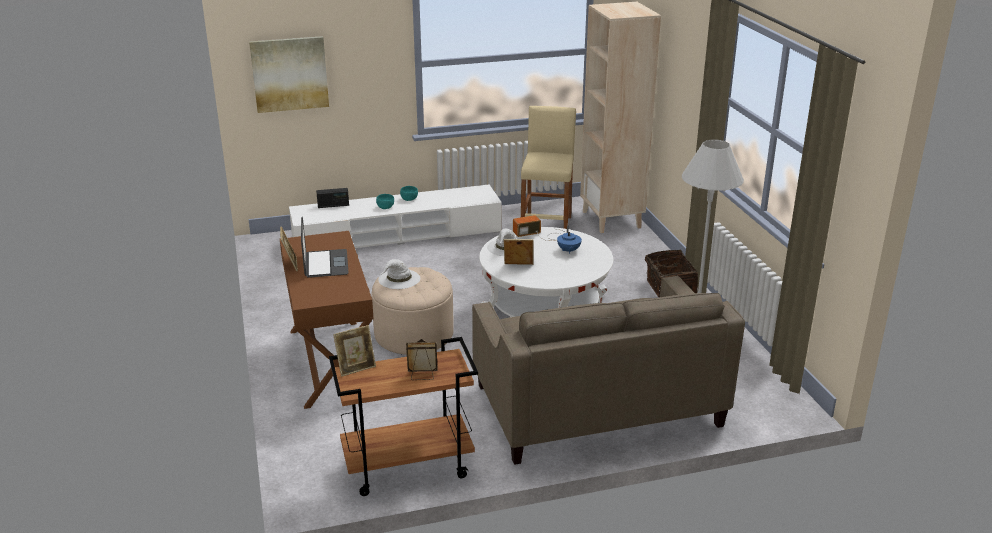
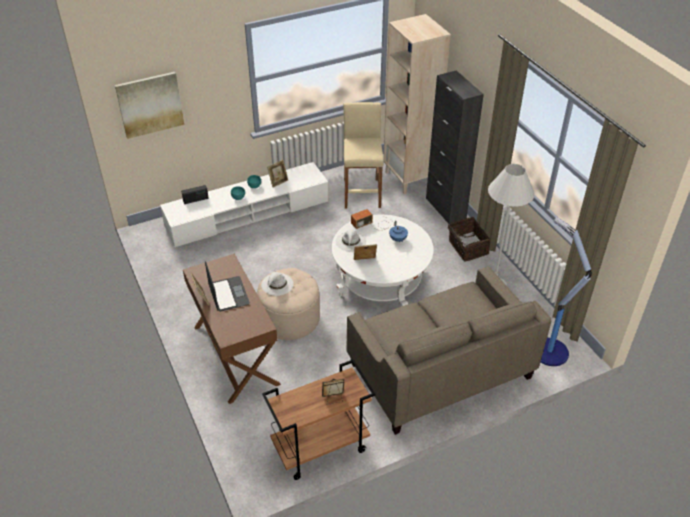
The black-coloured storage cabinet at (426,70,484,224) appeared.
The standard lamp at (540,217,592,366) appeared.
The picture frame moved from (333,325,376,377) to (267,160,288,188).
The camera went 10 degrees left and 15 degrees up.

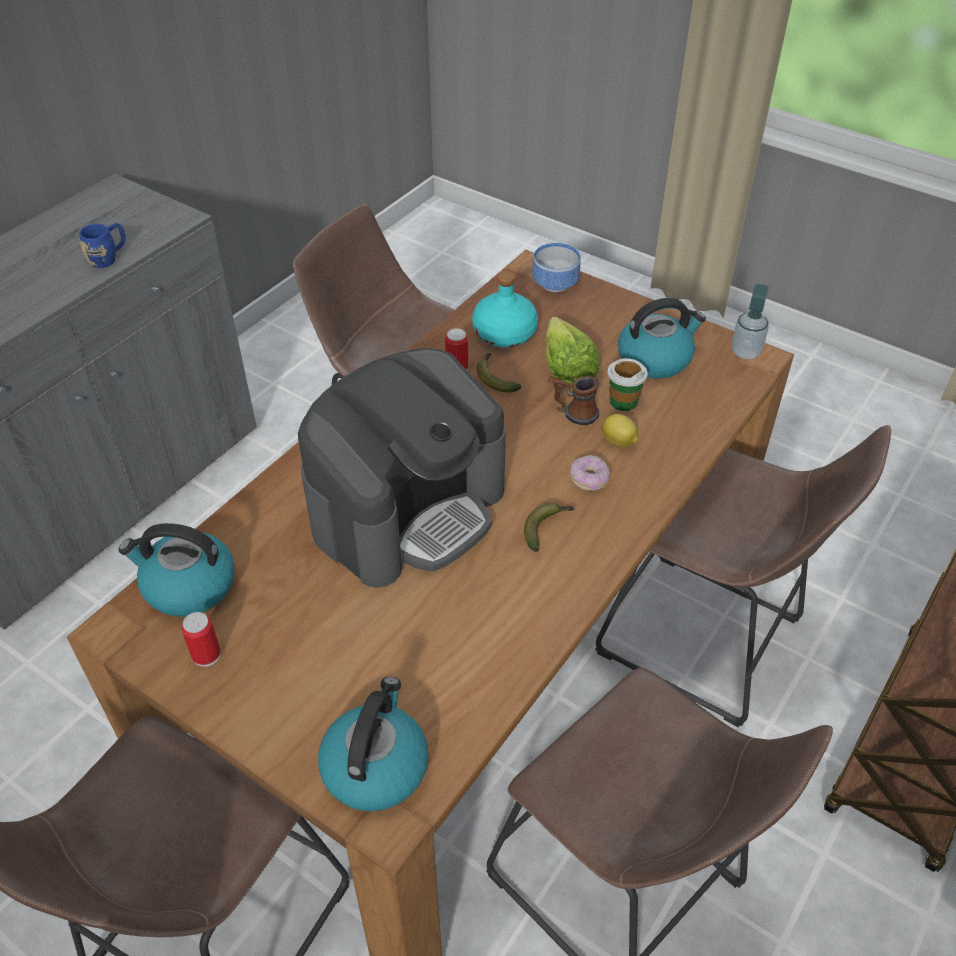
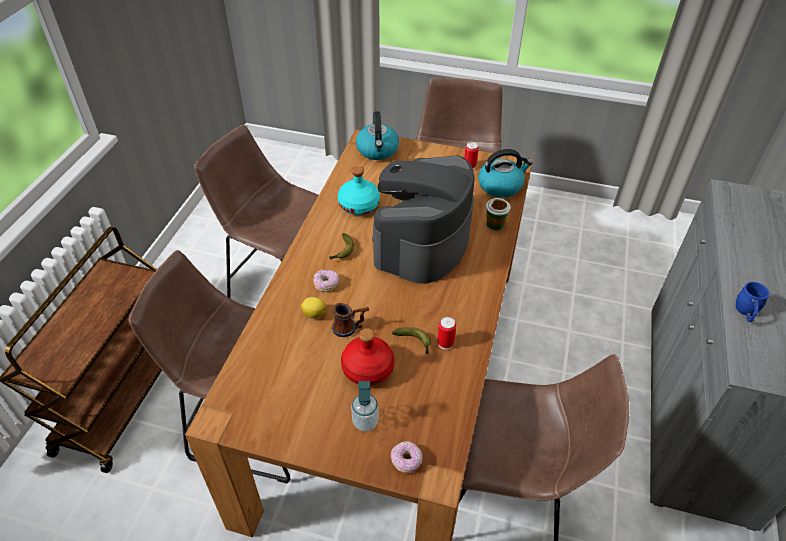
The water kettle at (618,298,706,378) disappeared.
The turquoise beverage bottle moved from (472,270,538,347) to (338,166,380,215).
The small cup moved from (607,358,648,411) to (486,198,511,230).
The liquid soap bottle moved from (732,284,769,359) to (351,381,379,432).
The bowl at (532,243,581,292) was replaced by the doughnut at (391,441,423,473).
The lettuce at (546,317,599,385) was replaced by the red beverage bottle at (341,328,395,386).
The camera went 160 degrees right and 0 degrees up.

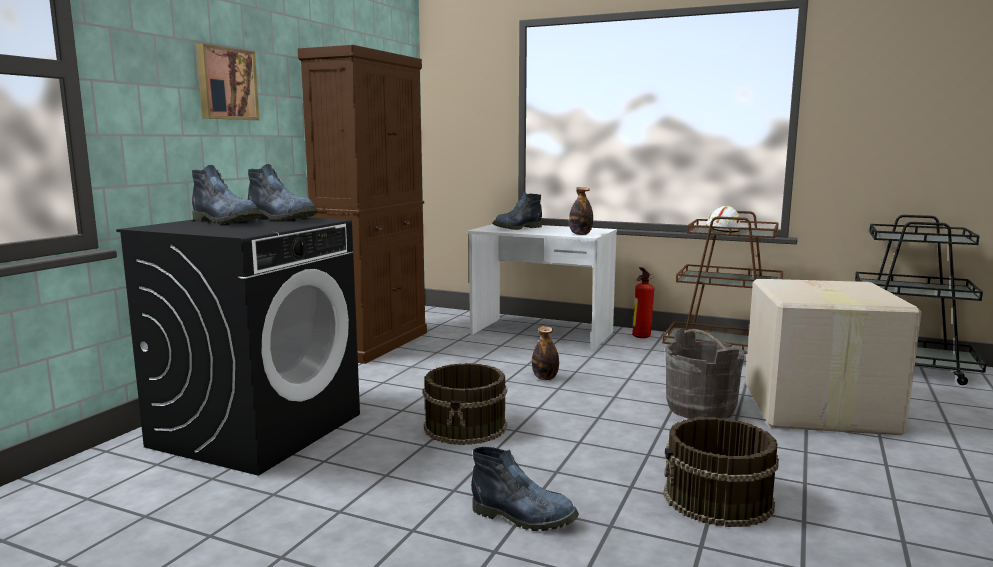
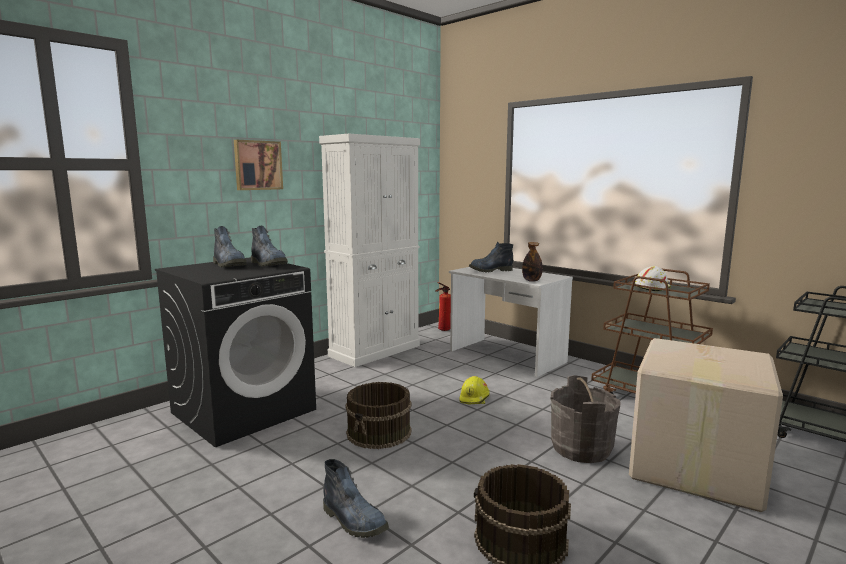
The fire-fighting cylinder moved from (632,267,654,338) to (436,282,451,331).
The beverage bottle at (532,326,559,380) was replaced by the yellow safety helmet at (459,376,490,405).
The brownish storage cabinet at (298,45,427,364) became the white-coloured storage cabinet at (319,134,420,367).
The camera went 20 degrees right and 0 degrees up.

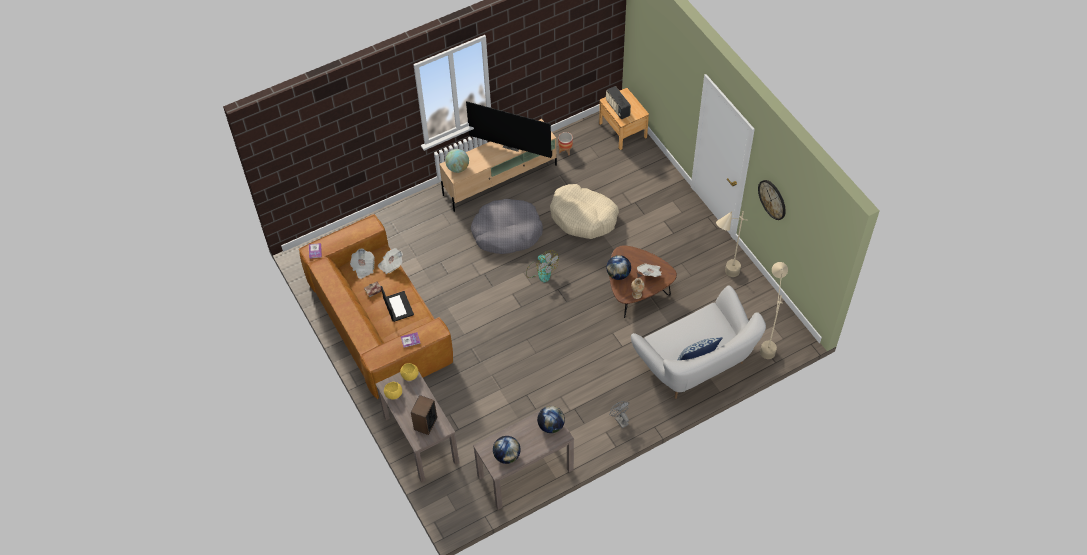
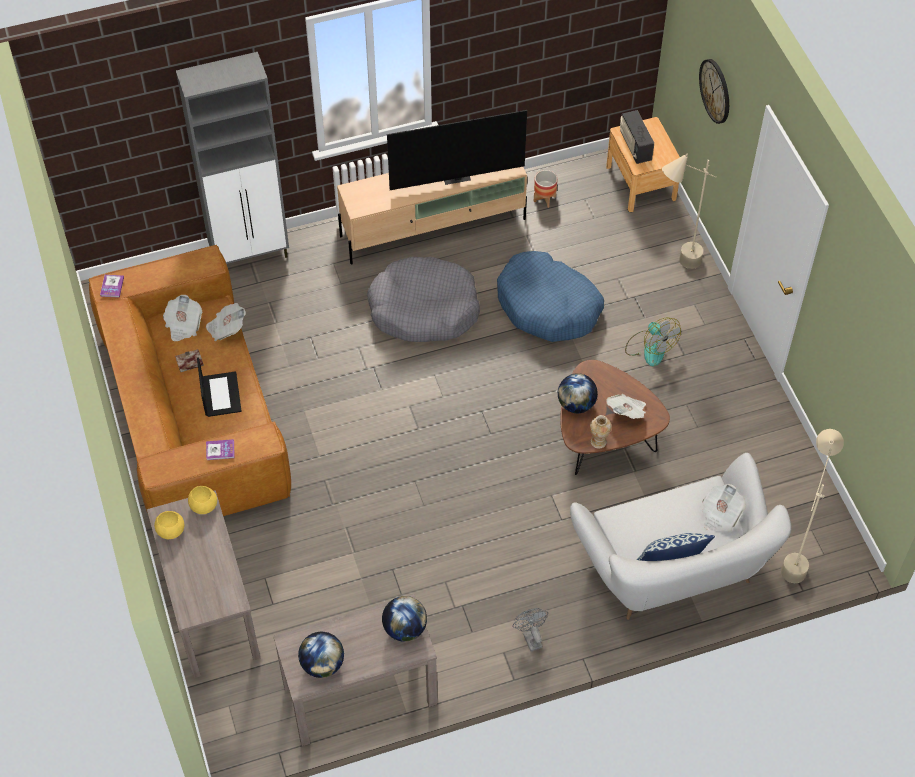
The speaker at (411,395,437,435) disappeared.
The world globe at (445,149,469,173) disappeared.
The greyish storage cabinet at (176,52,289,264) appeared.
The newspaper at (702,484,746,532) appeared.
The electric fan moved from (526,251,559,283) to (625,318,681,366).
The beige standard lamp moved from (716,211,748,277) to (662,153,716,269).
The hanging clock moved from (758,180,786,220) to (699,59,729,124).
The beige dog bed at (550,184,619,239) became the blue dog bed at (497,251,604,342).
The TV at (466,101,552,158) turned 45 degrees counterclockwise.
The camera went 10 degrees right and 0 degrees up.

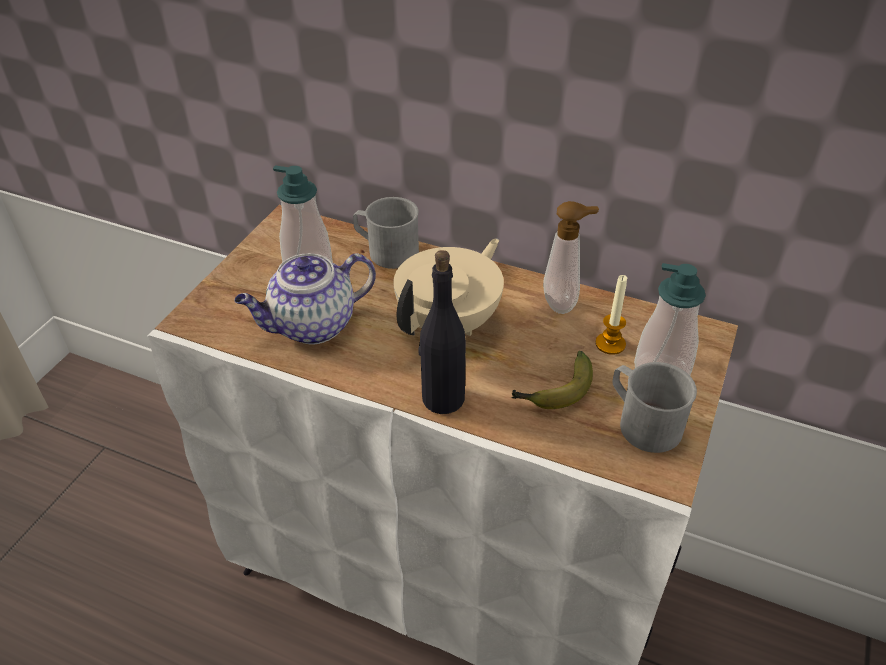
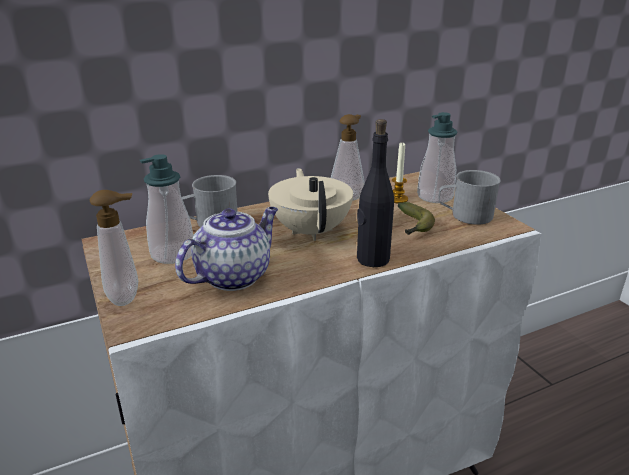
The liquid soap bottle at (90,190,138,306) appeared.
The teapot at (235,253,376,345) turned 150 degrees counterclockwise.
The camera went 50 degrees left and 15 degrees down.

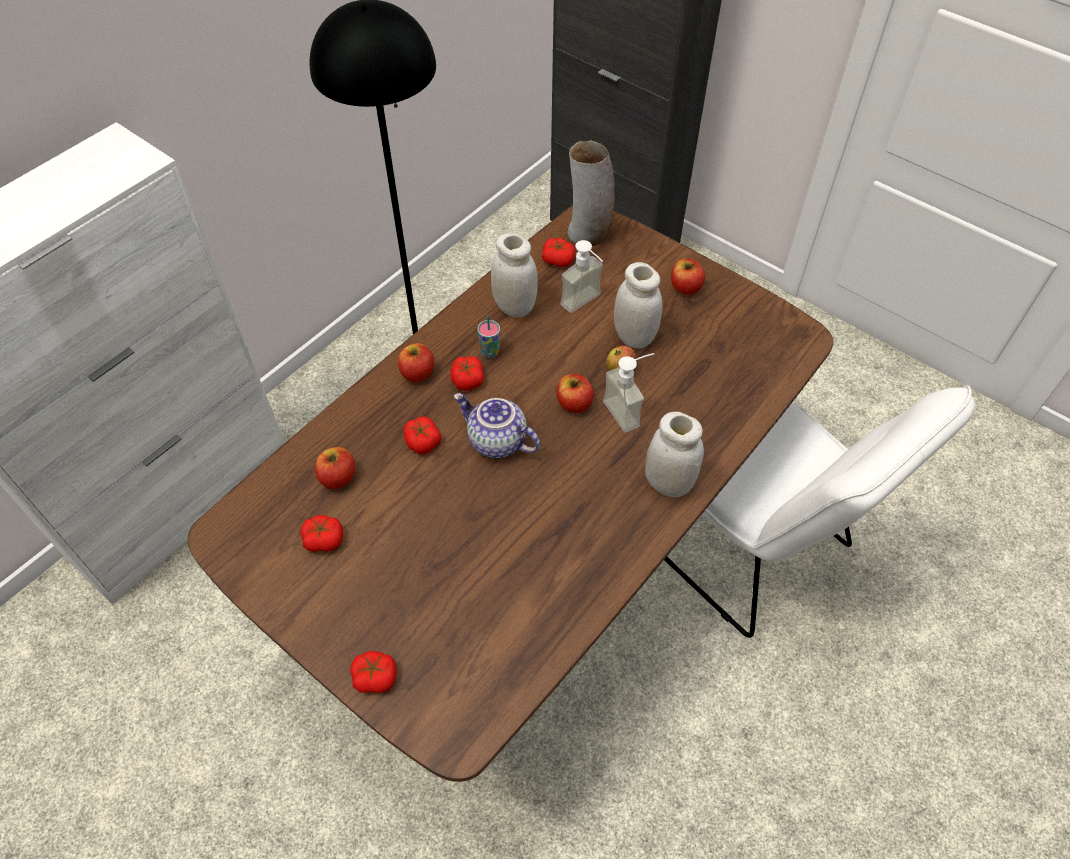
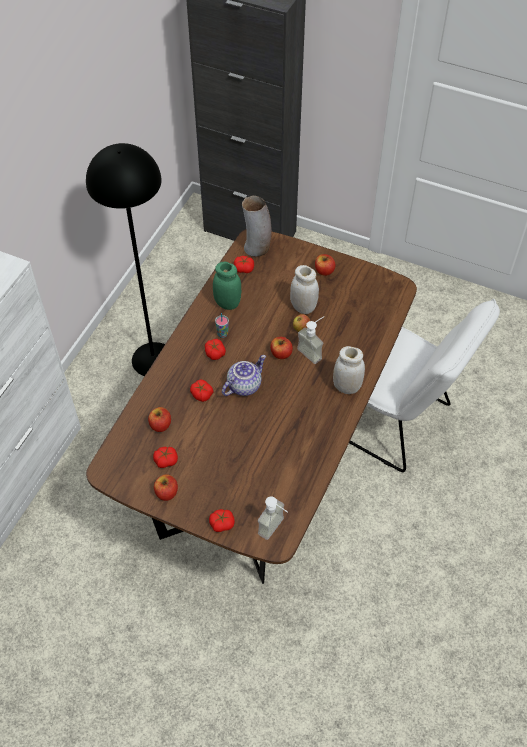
The whole apple moved from (398,343,434,382) to (154,474,178,501).
The liquid soap bottle moved from (560,240,603,313) to (258,496,288,540).
The white-coloured preserve jar at (491,233,538,317) became the green preserve jar at (213,262,241,310).
The teapot at (454,393,540,458) turned 120 degrees clockwise.
The camera went 15 degrees left and 0 degrees up.

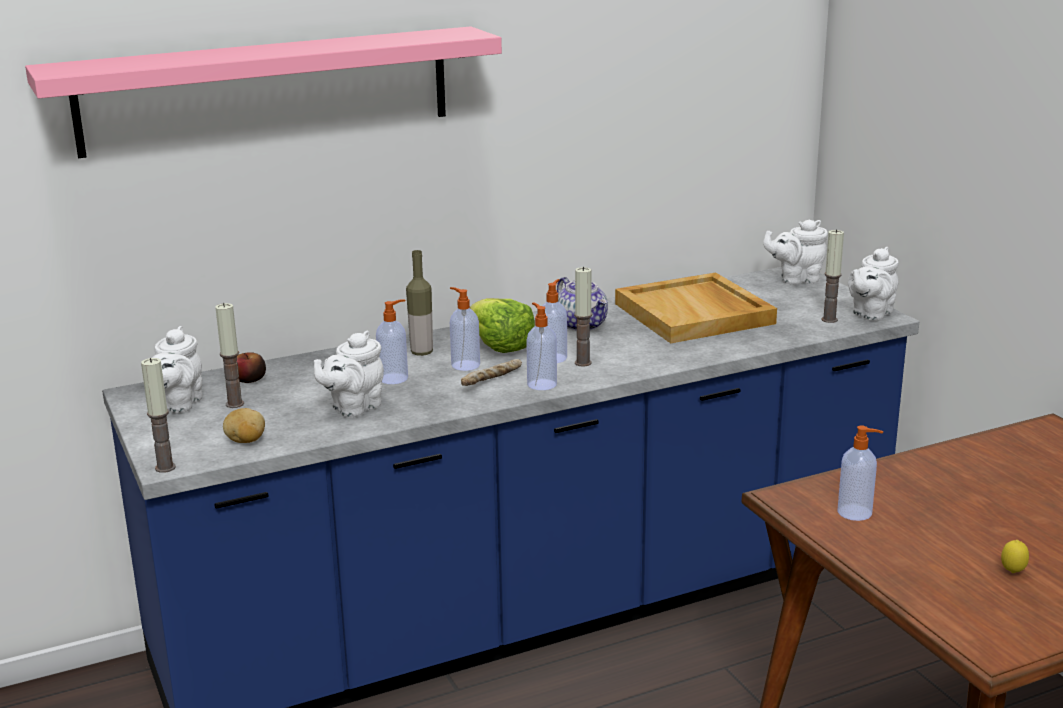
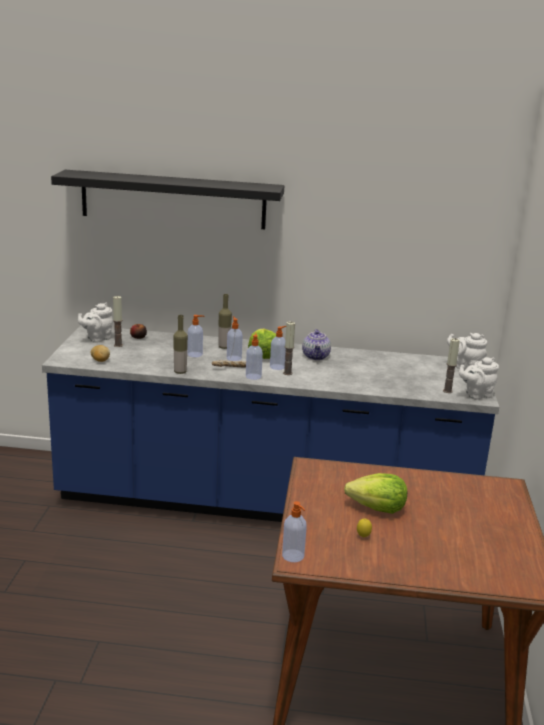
The candle at (141,358,176,473) disappeared.
The white-coloured teapot at (314,331,384,417) disappeared.
The beige serving tray at (615,272,777,343) disappeared.
The beverage bottle at (173,315,188,374) appeared.
The lettuce at (344,473,407,514) appeared.
The liquid soap bottle moved from (837,425,884,521) to (282,501,307,562).
The pinkish shelf at (25,26,502,158) became the black-coloured shelf at (51,170,284,229).
The camera went 30 degrees right and 0 degrees up.

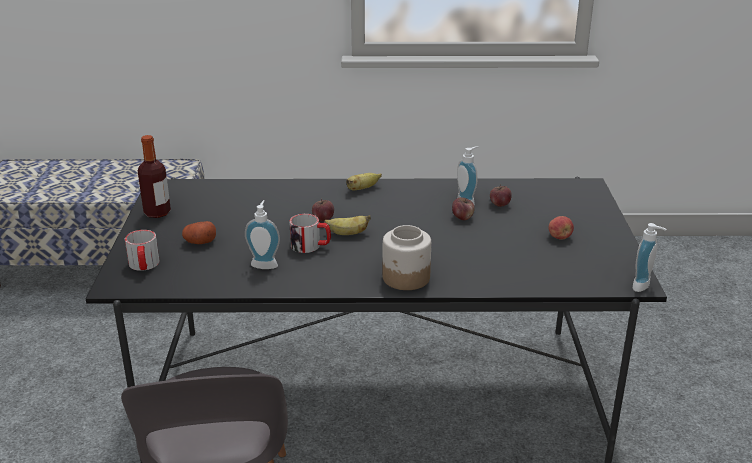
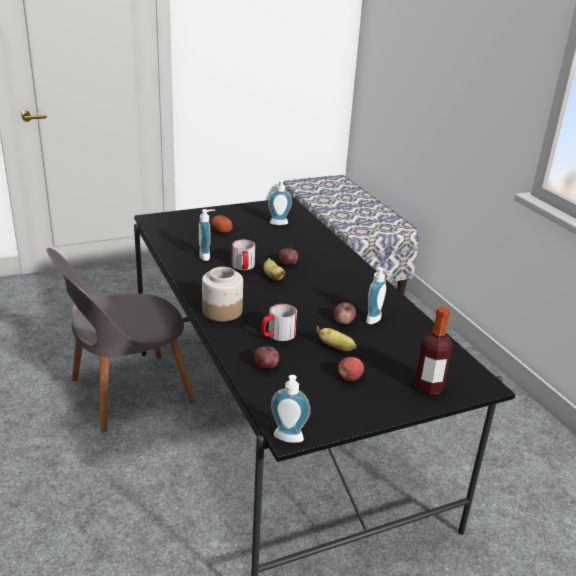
The liquid soap bottle at (268,180,292,225) appeared.
The coffee mug moved from (125,230,160,271) to (261,304,297,341).
The beverage bottle moved from (138,135,171,218) to (415,307,453,395).
The banana moved from (346,173,382,190) to (316,326,356,351).
The whole apple moved from (490,184,512,207) to (254,345,279,368).
The camera went 65 degrees right and 0 degrees up.

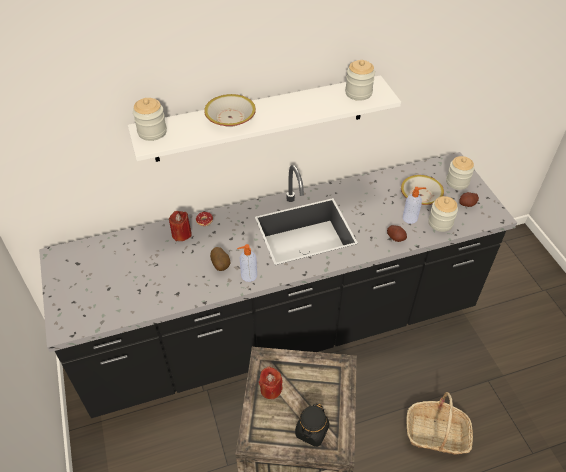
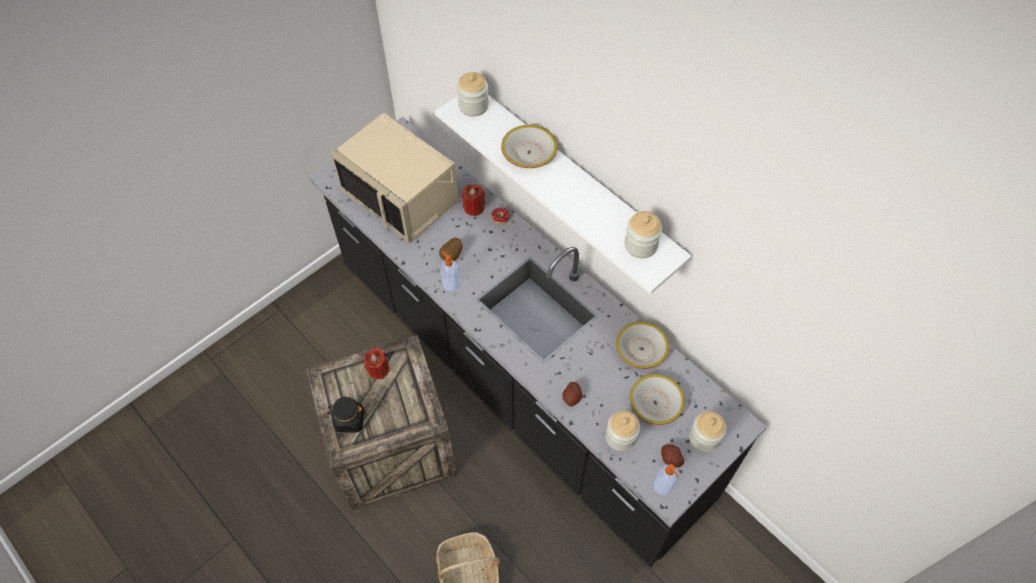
The beige kitchen microwave at (331,113,459,243) appeared.
The bowl at (616,322,669,369) appeared.
The liquid soap bottle moved from (403,187,426,224) to (653,464,678,495).
The camera went 65 degrees right and 10 degrees up.

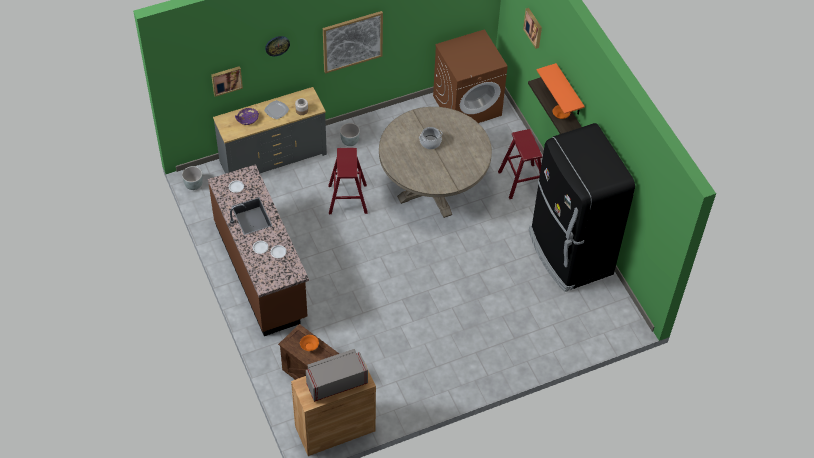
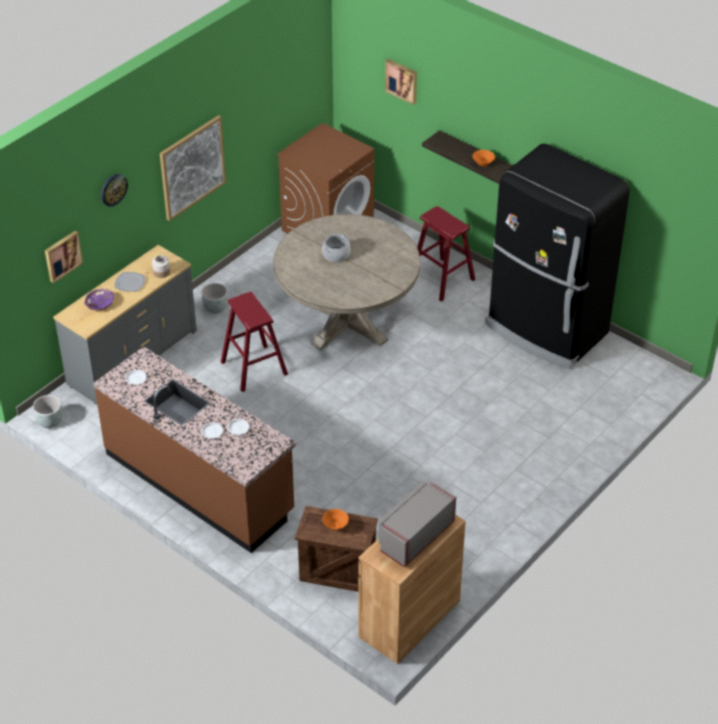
The orangey shelf at (537,63,585,115) disappeared.
The camera went 25 degrees left and 10 degrees down.

